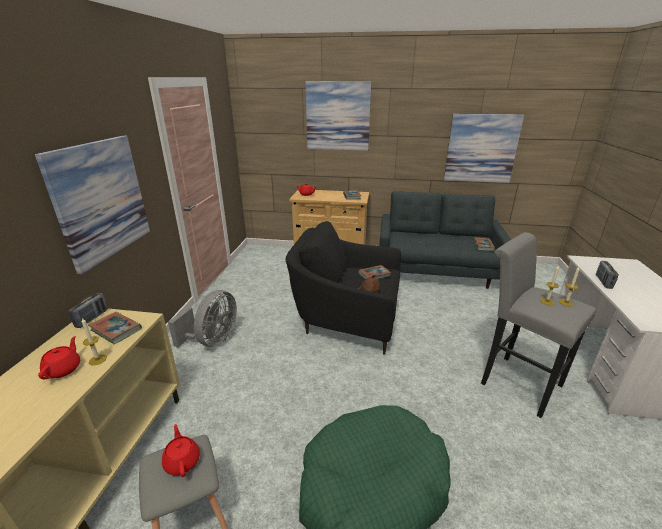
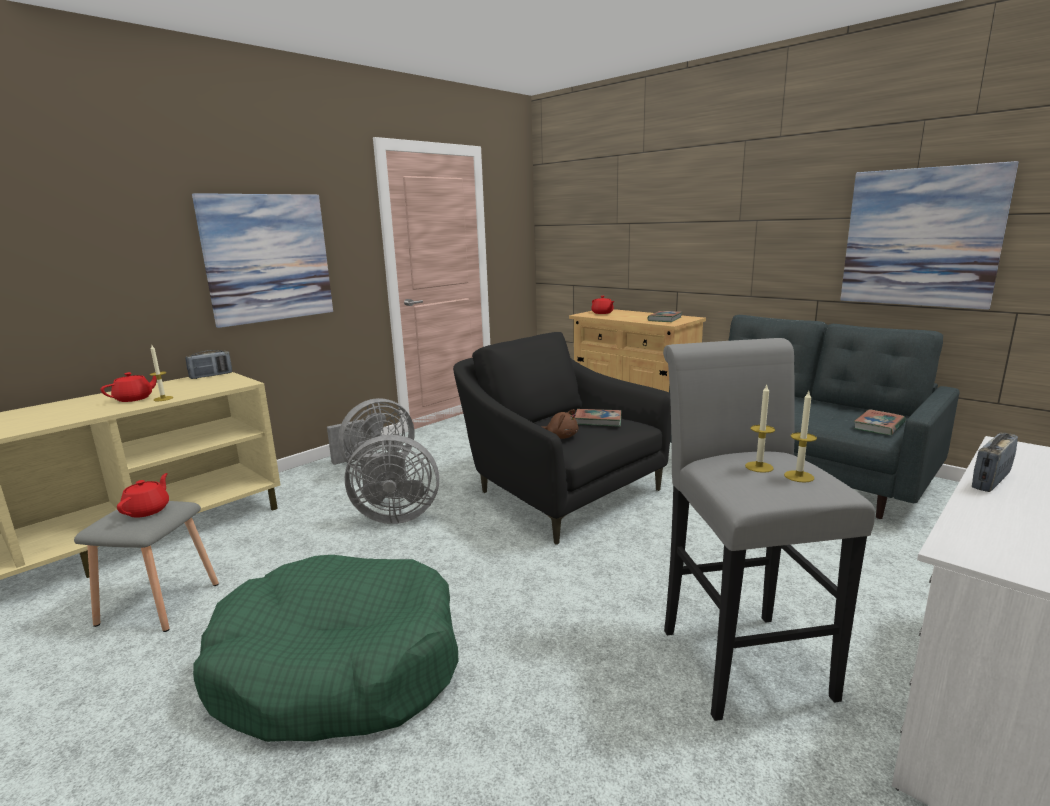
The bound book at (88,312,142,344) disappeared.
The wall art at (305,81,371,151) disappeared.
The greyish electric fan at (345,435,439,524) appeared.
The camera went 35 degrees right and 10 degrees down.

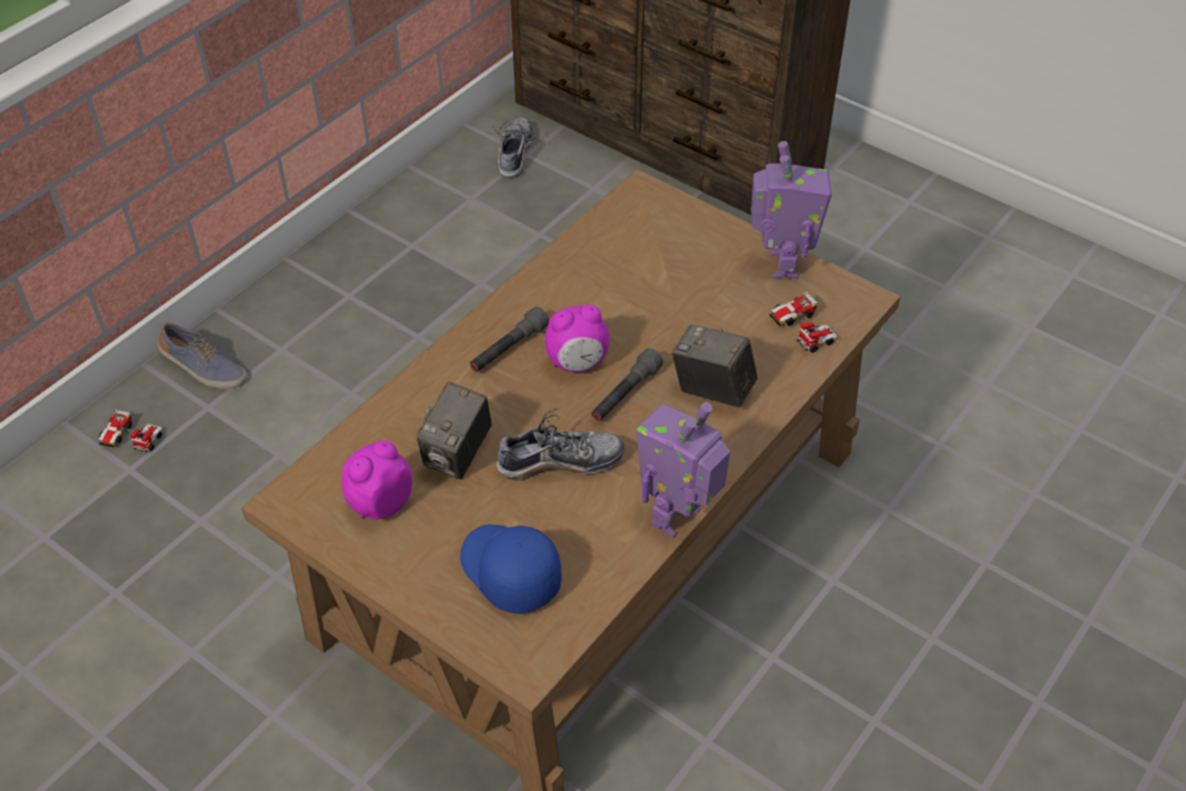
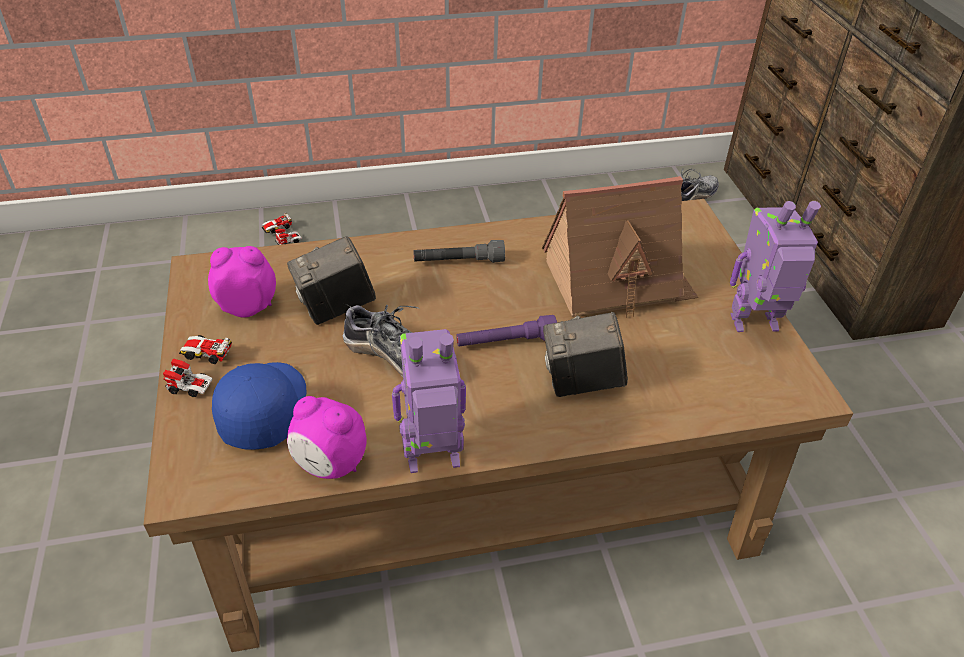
The low shoe at (158,323,247,389) disappeared.
The miniature house at (542,176,698,318) appeared.
The table clock moved from (545,304,610,372) to (287,396,367,479).
The toy car moved from (770,292,838,353) to (163,335,232,397).
The greyish torch at (592,348,663,421) became the purplish torch at (456,315,557,346).
The photo camera at (672,324,758,408) turned 75 degrees counterclockwise.
The model robot at (751,141,832,279) turned 135 degrees counterclockwise.
The camera went 40 degrees right and 5 degrees down.

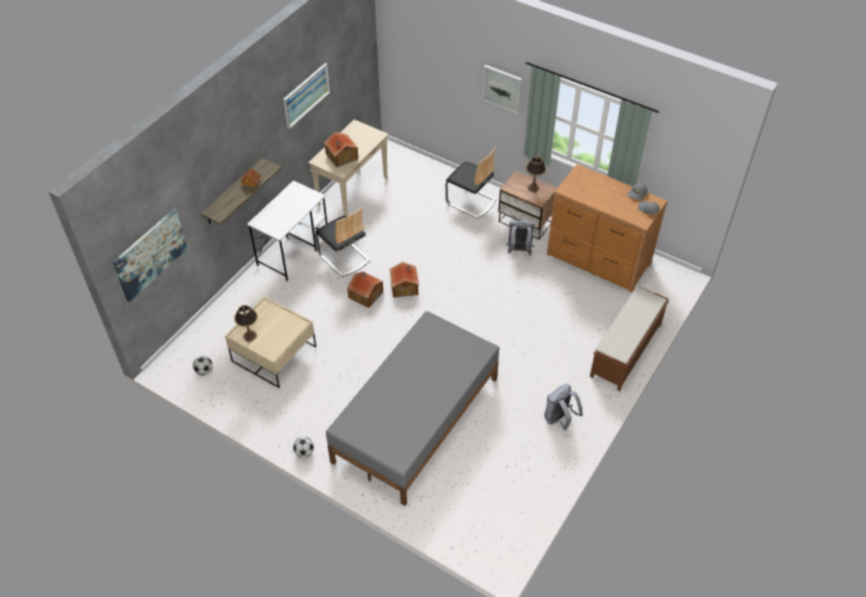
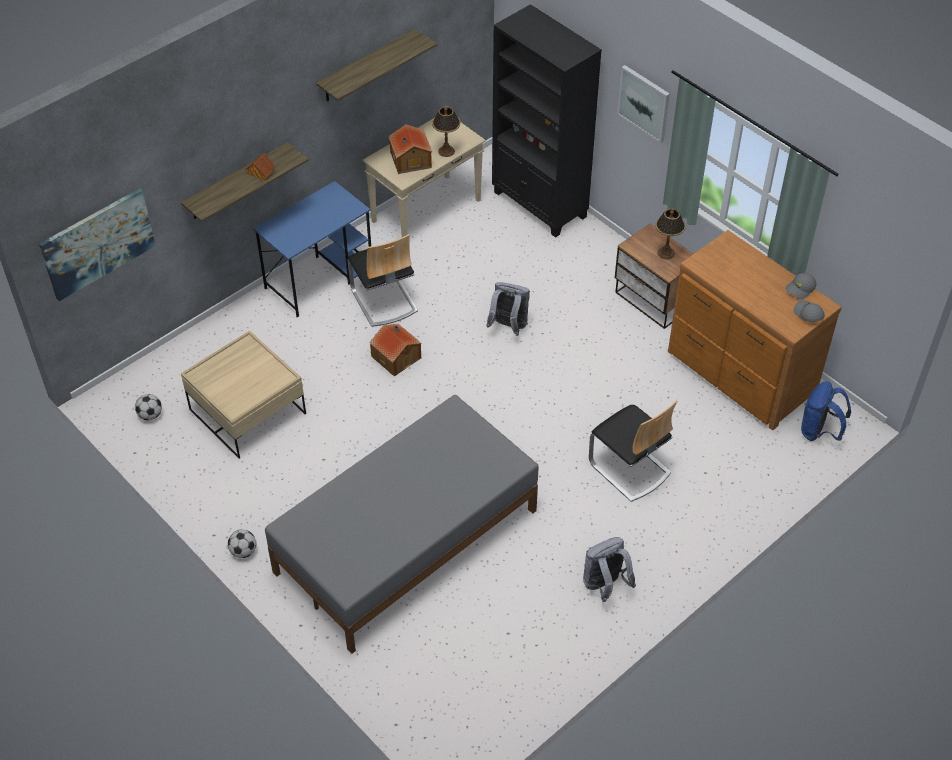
The miniature house at (390,262,419,298) disappeared.
The brownish long seat at (590,287,669,391) disappeared.
The black-coloured bookcase at (492,4,602,238) appeared.
The blue knapsack at (801,381,851,441) appeared.
The table lamp moved from (234,305,258,341) to (432,107,460,157).
The plain chair moved from (445,146,496,219) to (589,400,678,502).
The greyish knapsack moved from (506,221,534,255) to (486,282,530,336).
The wall art at (283,63,331,129) was replaced by the shelf at (316,29,437,101).
The white-coloured desk at (247,180,327,281) became the blue desk at (253,181,371,317).
The camera went 15 degrees right and 0 degrees up.

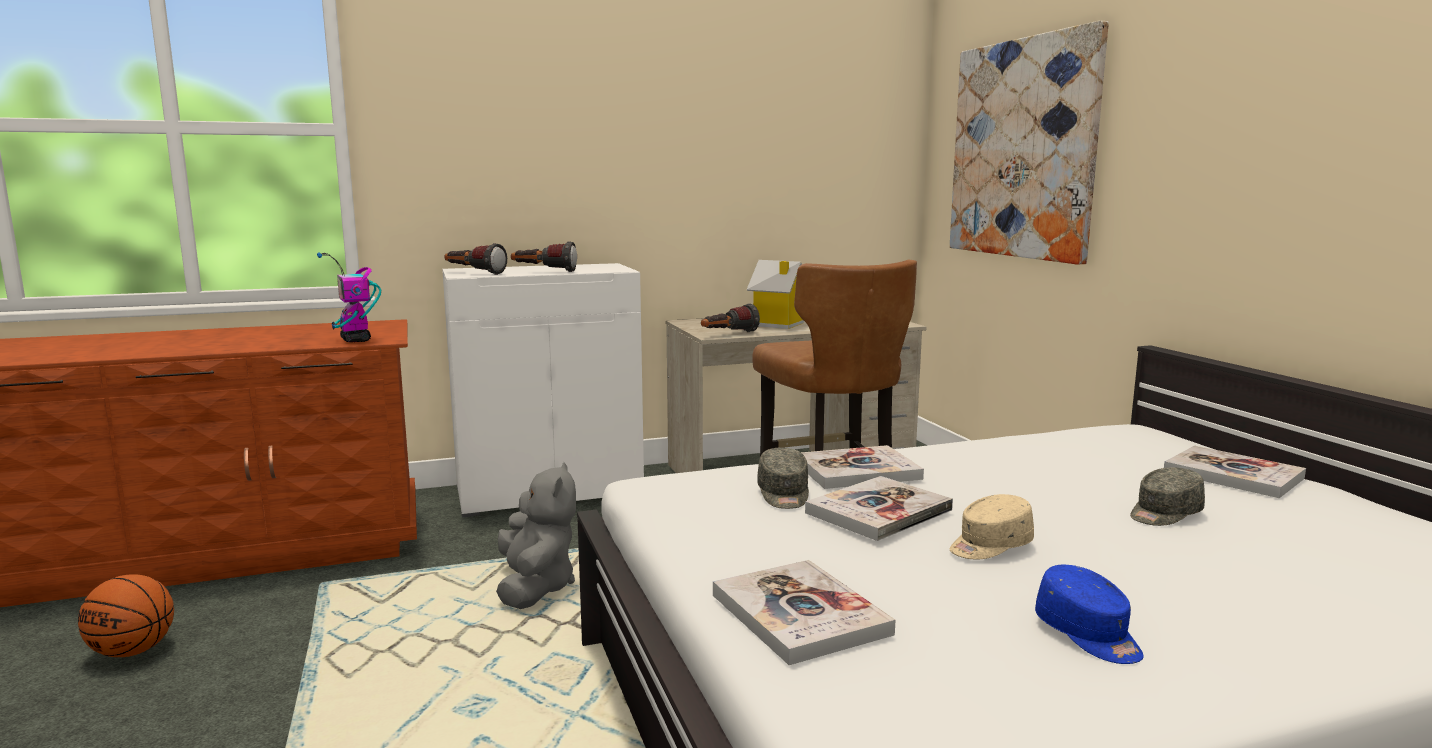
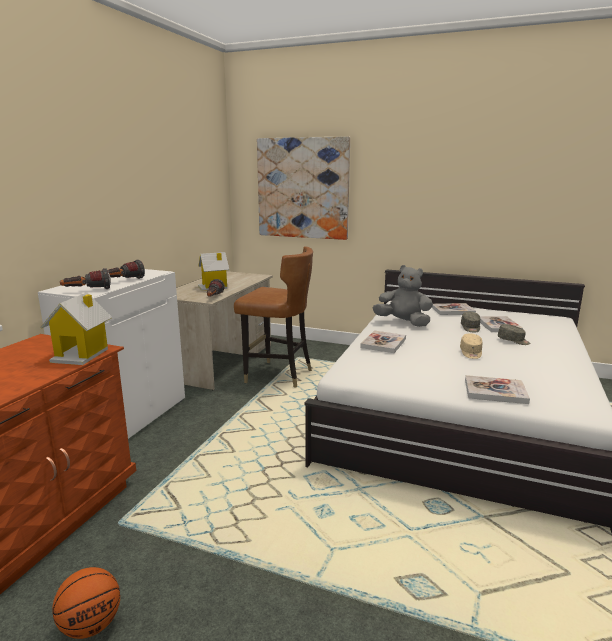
The blue cap at (1035,565,1144,664) disappeared.
The greyish cuddly toy moved from (496,462,576,609) to (373,265,433,327).
The greyish cap moved from (757,447,809,509) to (498,324,531,345).
The bound book moved from (805,476,953,541) to (480,316,523,332).
The model robot at (317,252,381,342) was replaced by the miniature house at (40,292,112,365).
The camera went 50 degrees left and 5 degrees up.

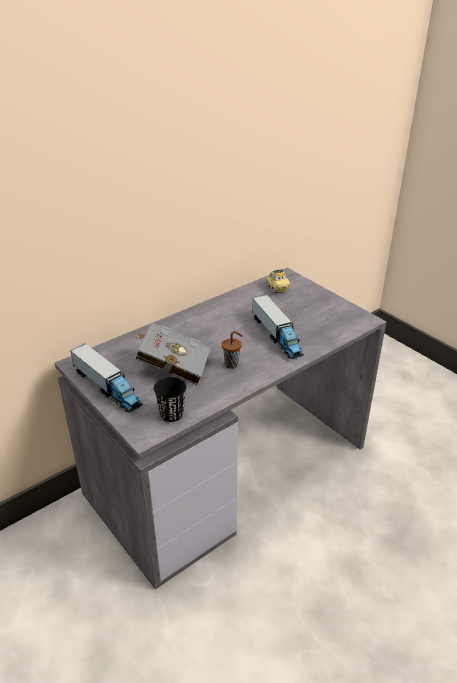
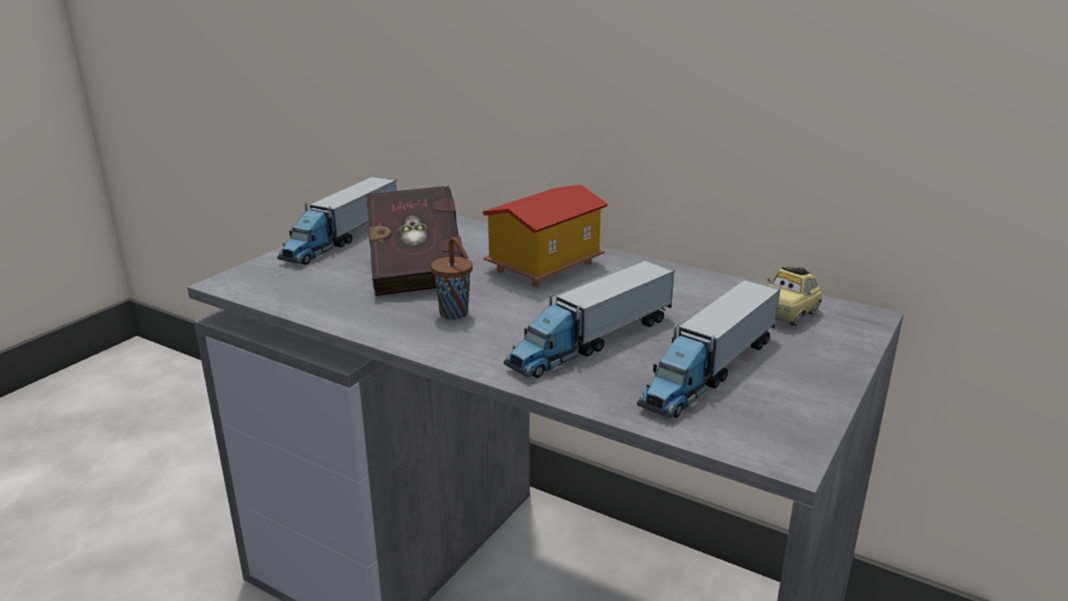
The black-coloured small cup at (153,377,186,422) disappeared.
The miniature house at (482,185,608,287) appeared.
The model truck at (637,279,781,419) appeared.
The greyish bound book at (133,322,211,385) became the red bound book at (366,186,464,296).
The camera went 70 degrees right and 10 degrees down.

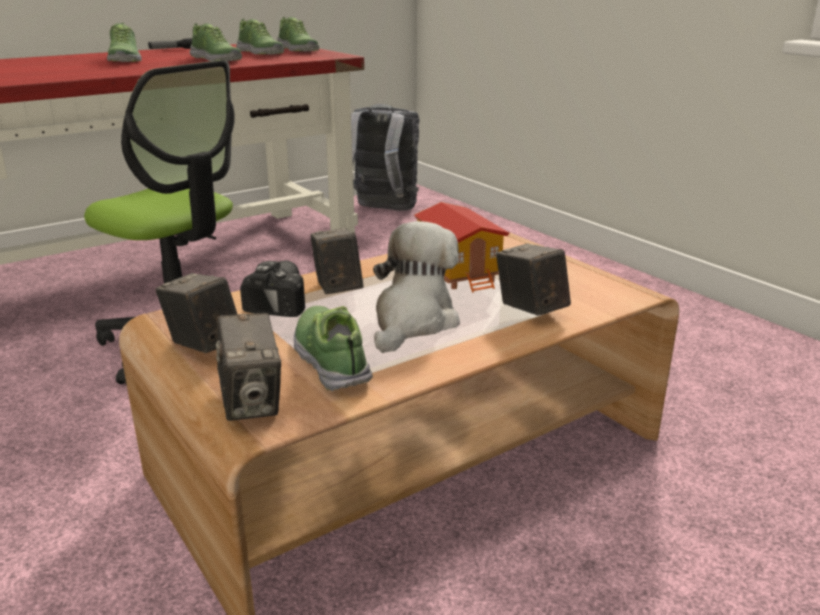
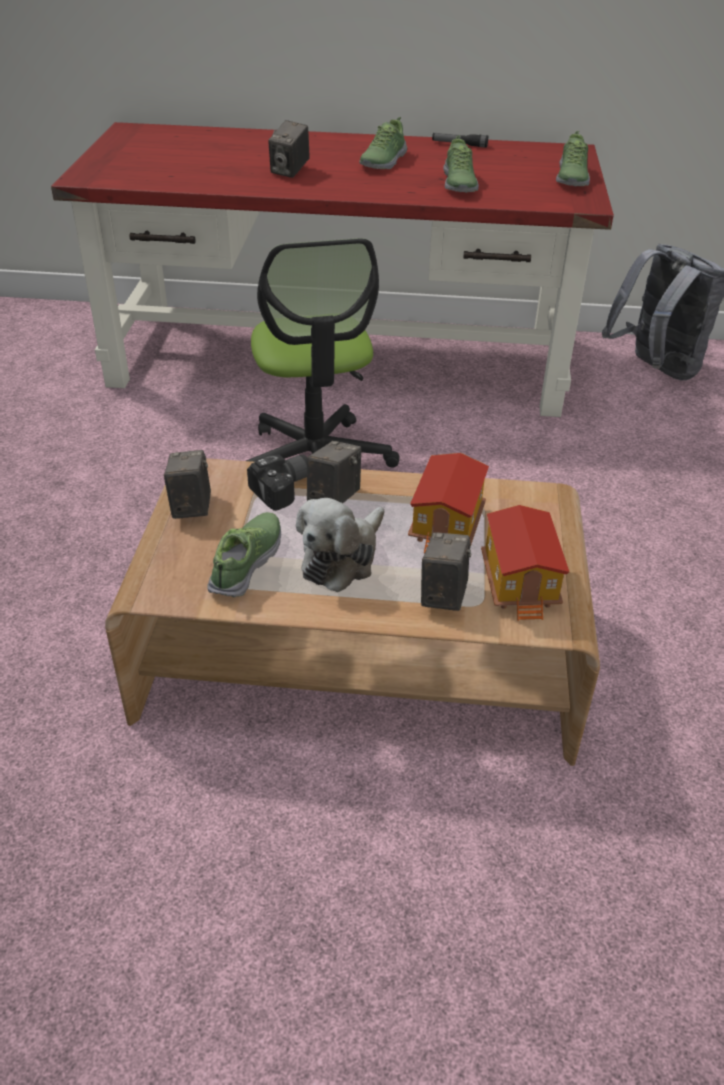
The low shoe at (236,19,284,55) disappeared.
The miniature house at (481,505,569,621) appeared.
The photo camera moved from (216,313,281,421) to (269,120,310,178).
The cuddly toy at (373,221,460,353) turned 150 degrees clockwise.
The camera went 40 degrees right and 15 degrees up.

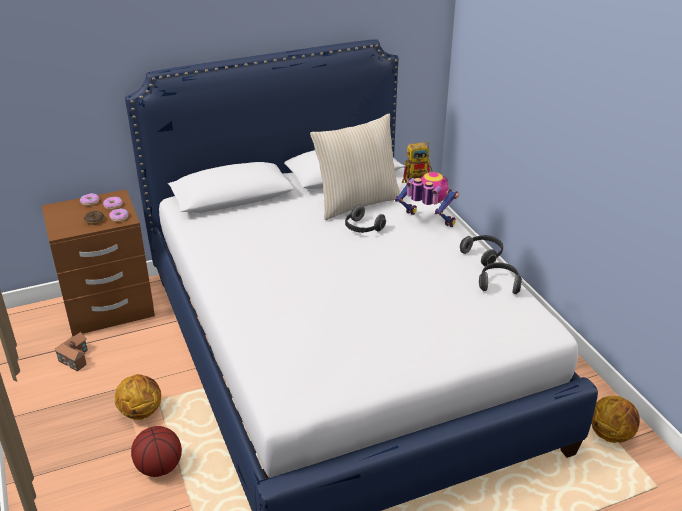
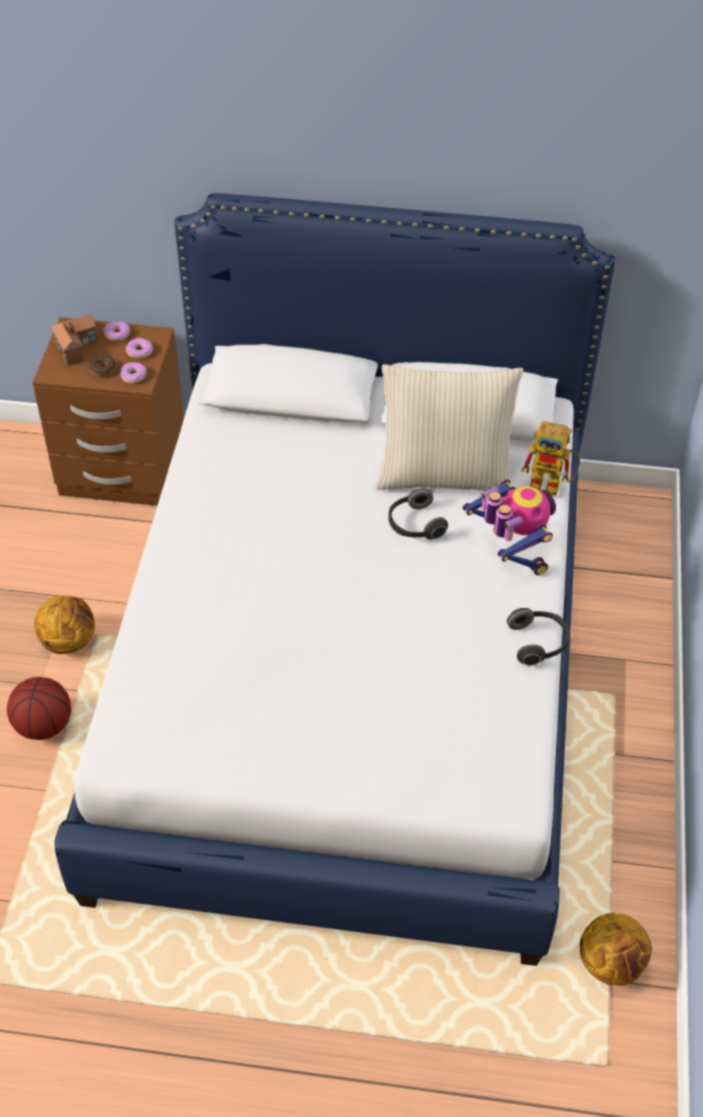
The headset at (479,263,522,294) disappeared.
The miniature house moved from (54,332,88,371) to (51,314,97,365).
The camera went 30 degrees right and 15 degrees up.

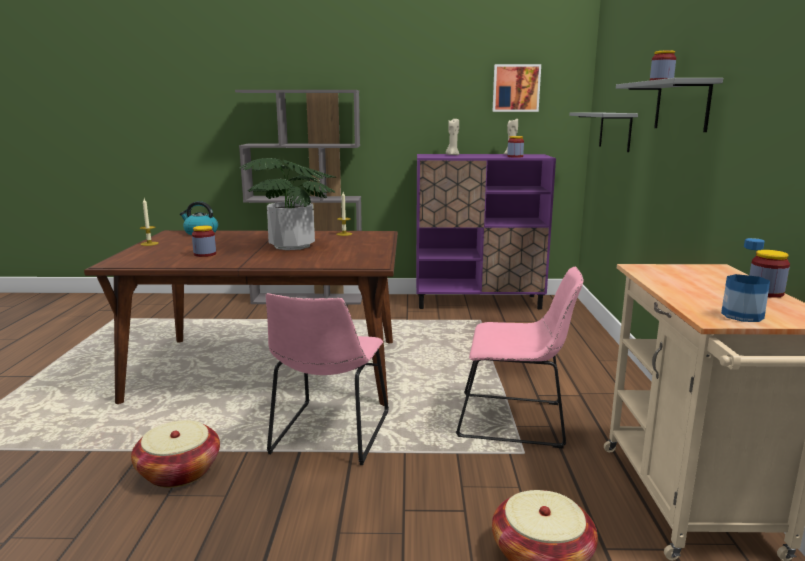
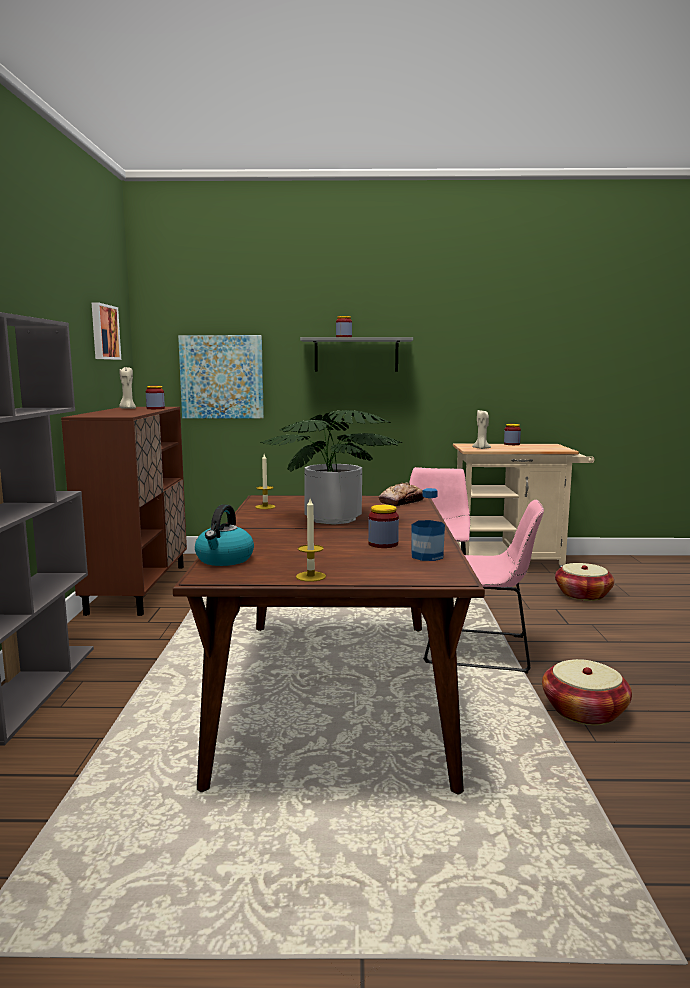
The baked bread at (379,483,424,506) appeared.
The beige candle moved from (446,119,459,155) to (472,410,491,449).
The beverage bottle moved from (721,238,770,322) to (412,488,445,561).
The greyish shelf at (569,112,638,152) was replaced by the wall art at (178,335,264,418).
The purplish storage cabinet at (416,154,556,310) became the brownish storage cabinet at (61,407,187,616).
The camera went 90 degrees left and 5 degrees down.

